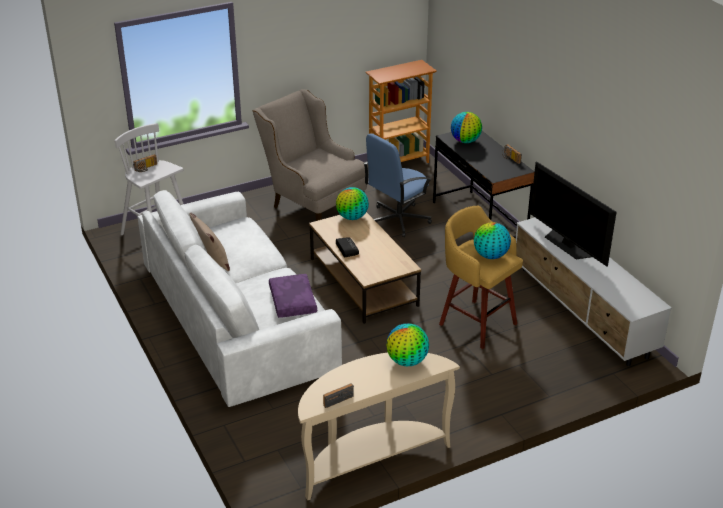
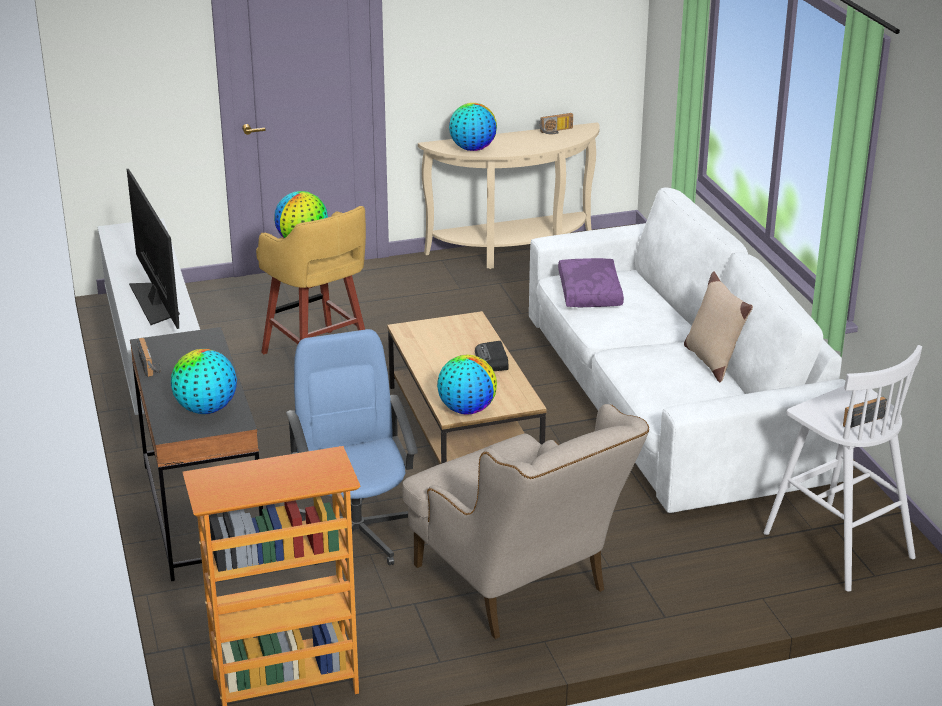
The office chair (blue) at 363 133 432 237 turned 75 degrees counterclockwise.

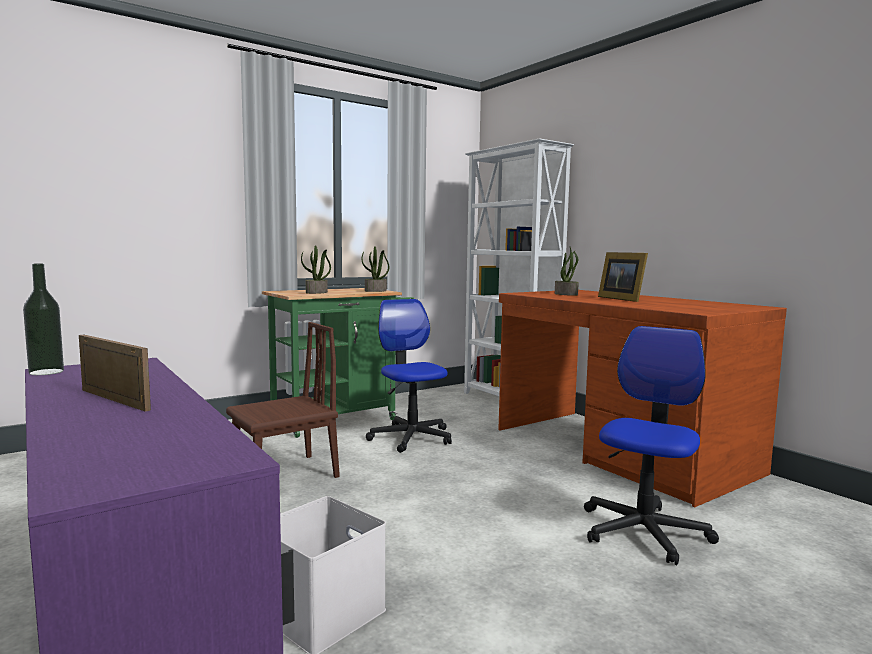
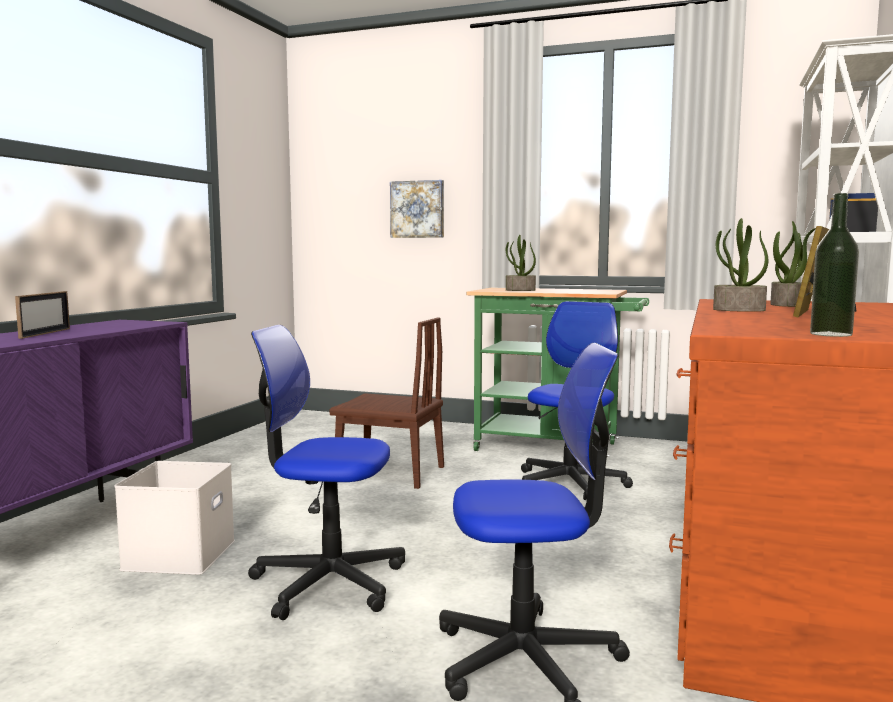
The office chair at 248 325 405 620 appeared.
The picture at 390 180 444 238 appeared.
The potted plant moved from 361 246 390 292 to 713 218 768 312.
The bottle moved from 23 264 64 375 to 810 193 859 337.

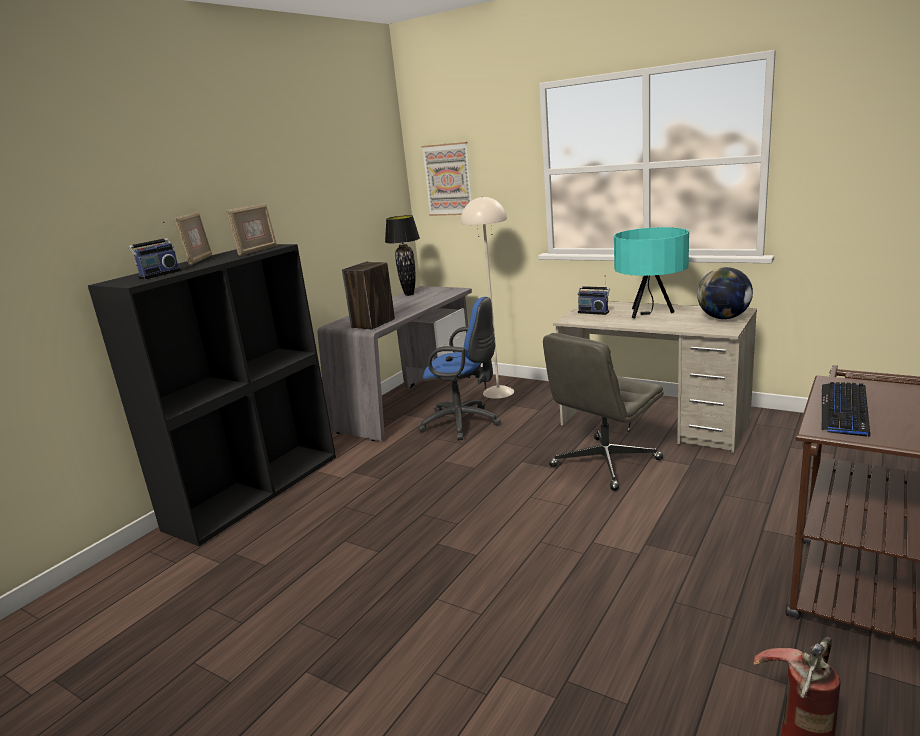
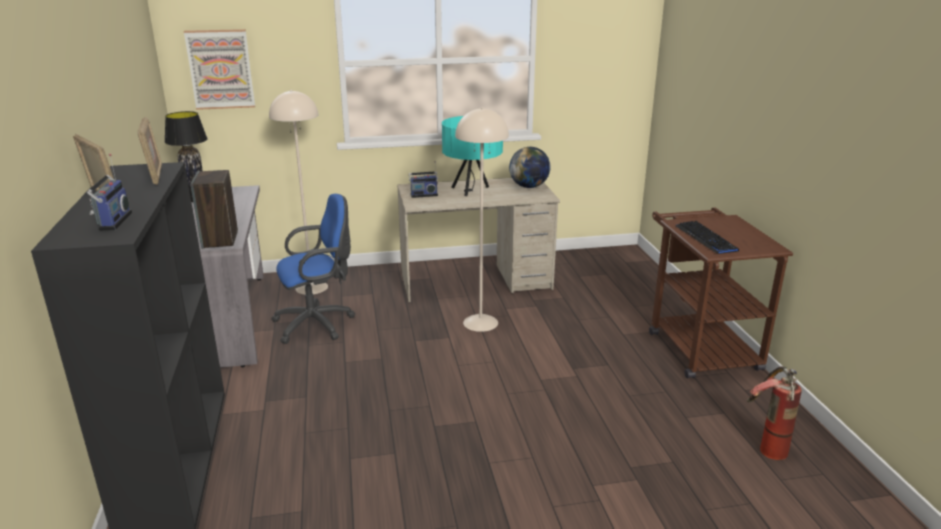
The office chair (grey) at 543 333 664 491 was replaced by the floor lamp (beige) at 455 107 509 332.

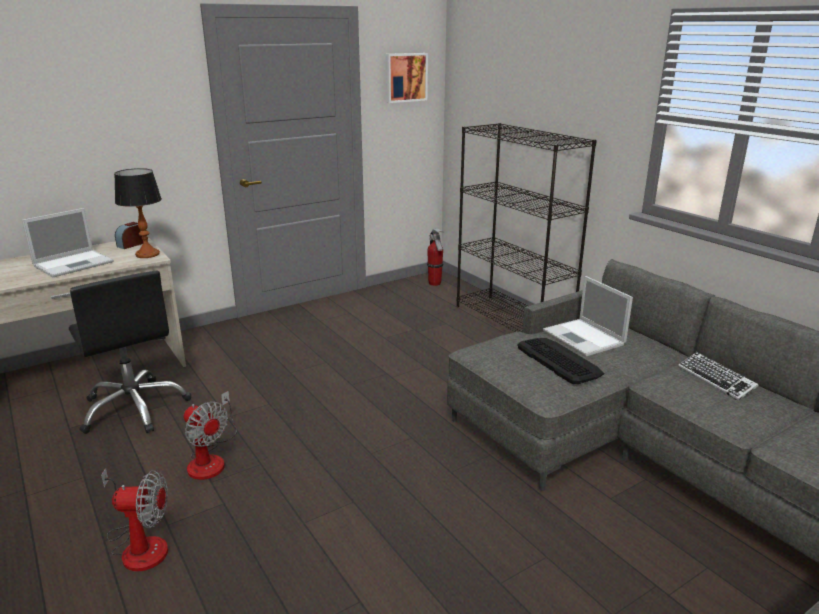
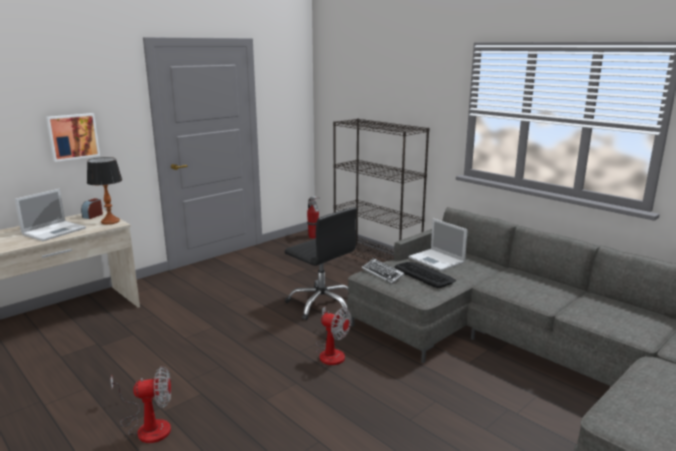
The picture moved from 386 53 428 103 to 46 113 100 162.
The office chair (black) moved from 69 271 191 434 to 285 207 357 320.
The fan moved from 183 391 237 480 to 316 306 352 365.
The keyboard moved from 678 352 758 400 to 362 258 404 284.

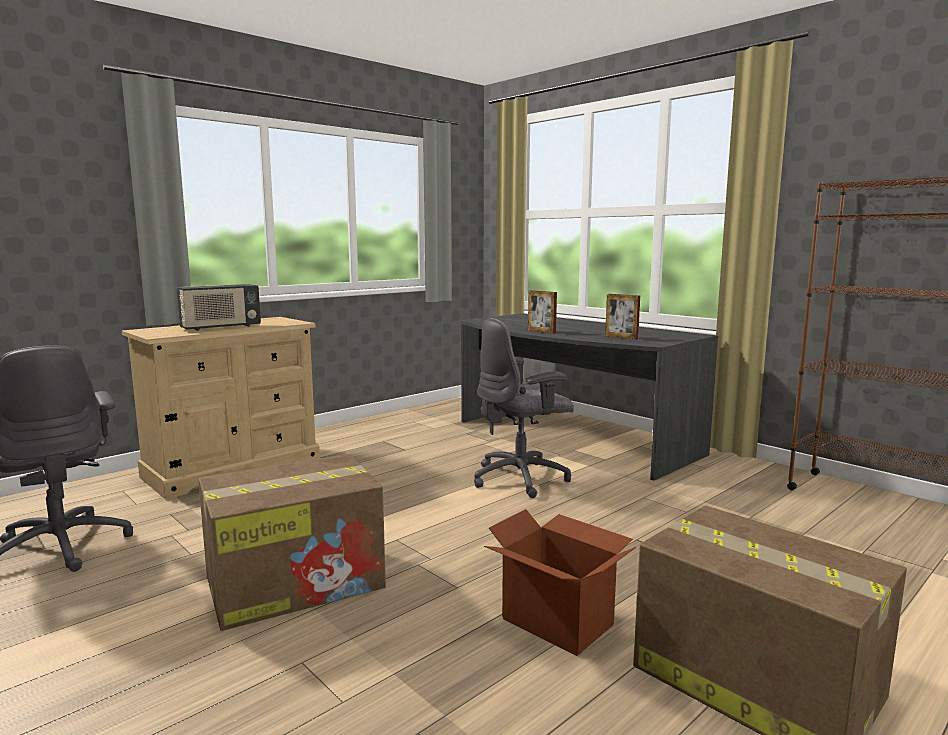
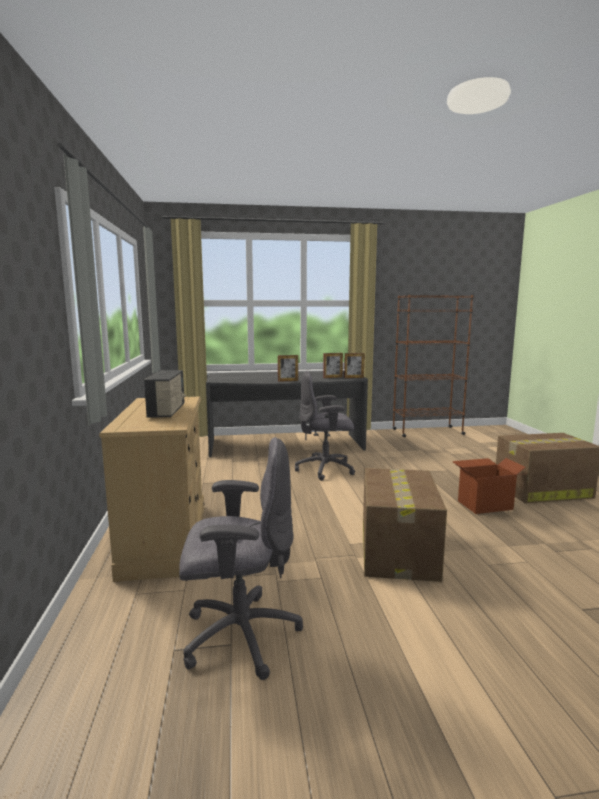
The office chair (grey) at 474 318 574 498 turned 75 degrees clockwise.
The picture frame at 344 353 365 378 appeared.

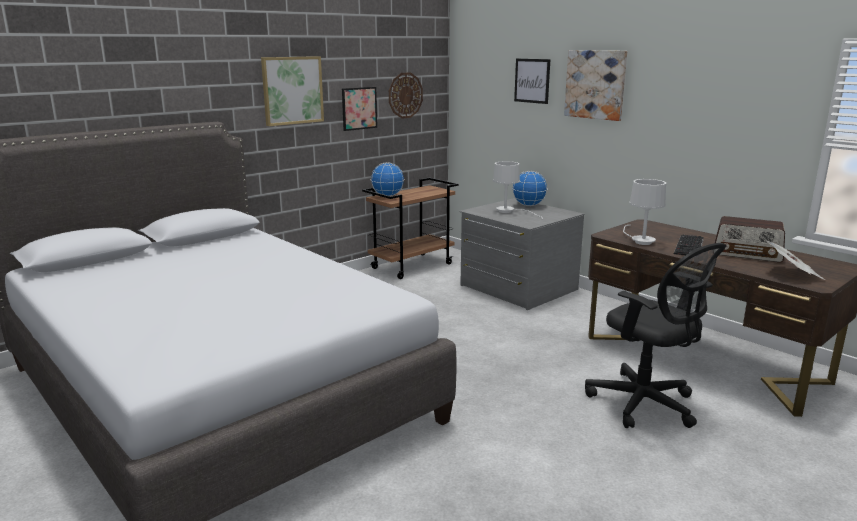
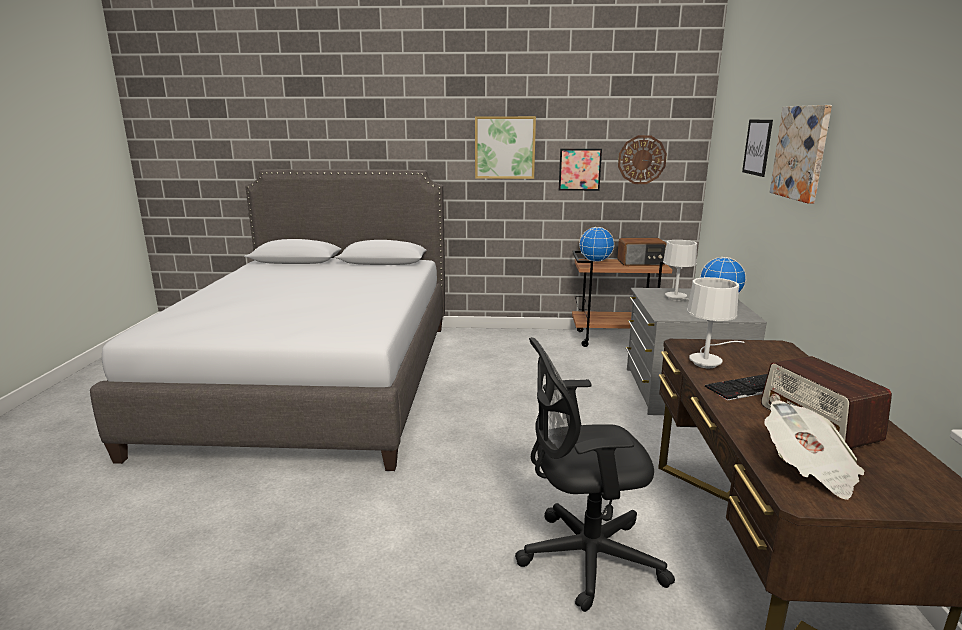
The office chair (black) at 585 243 726 428 turned 75 degrees clockwise.
The radio at 617 238 667 266 appeared.

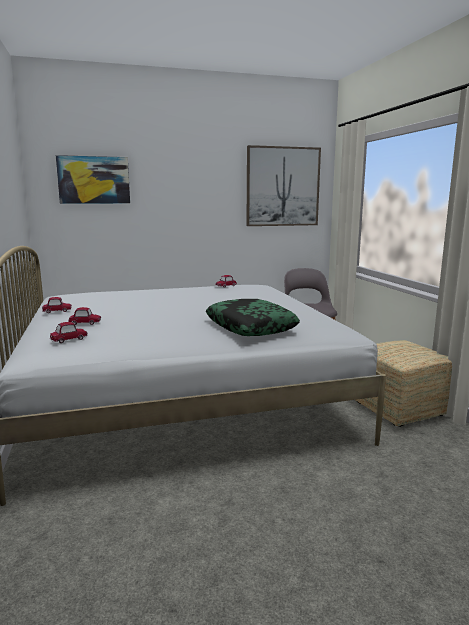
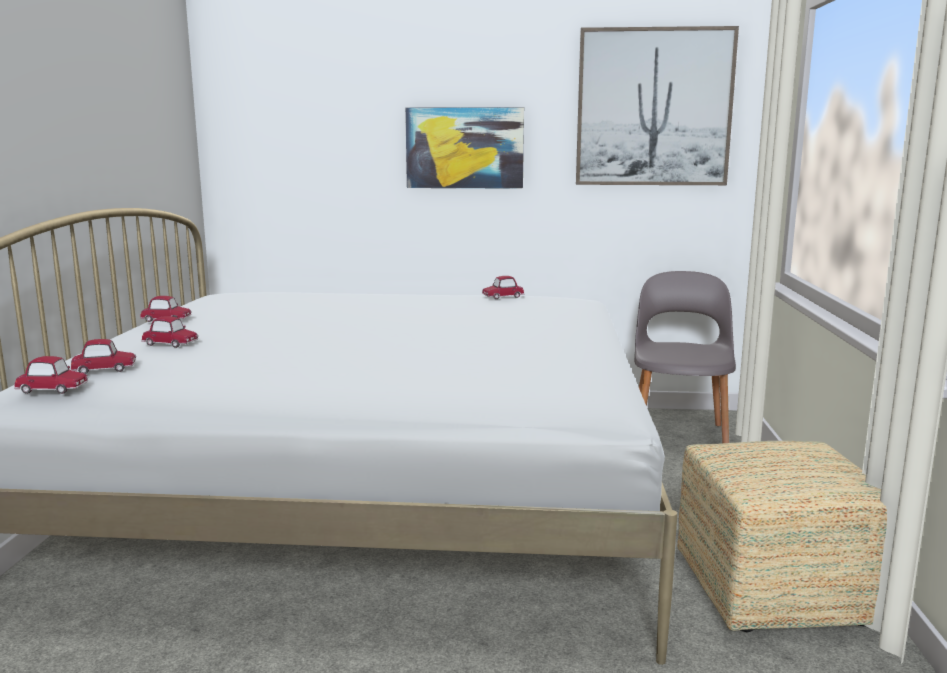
The toy car at 14 356 88 394 appeared.
The picture moved from 56 155 130 204 to 405 107 524 189.
The pillow at 206 299 300 336 disappeared.

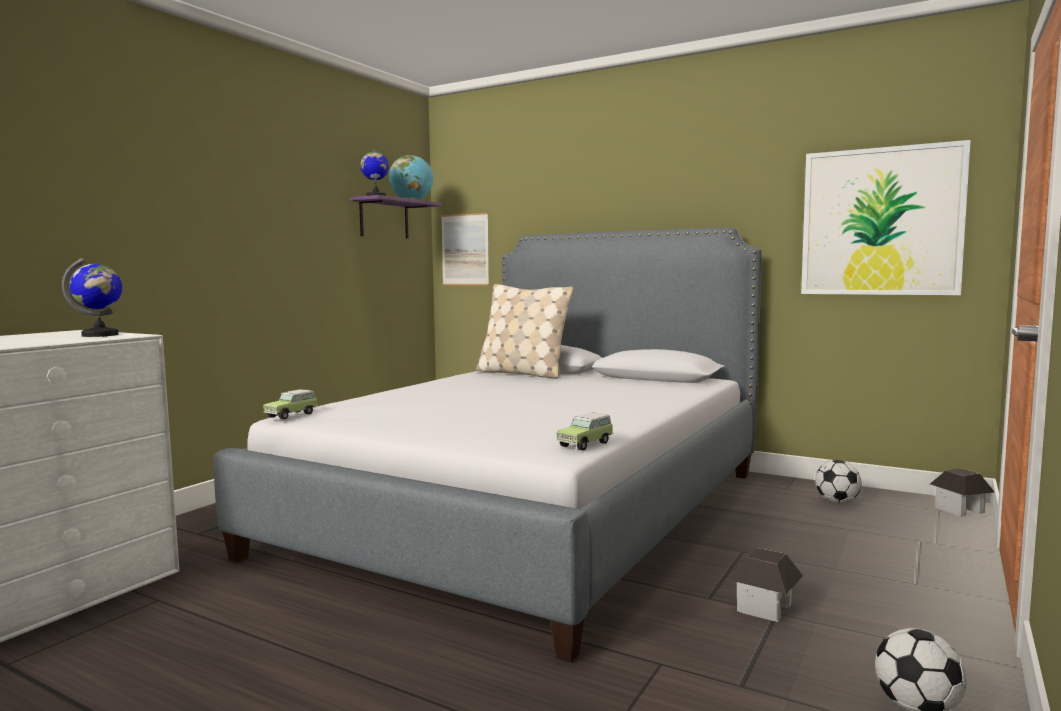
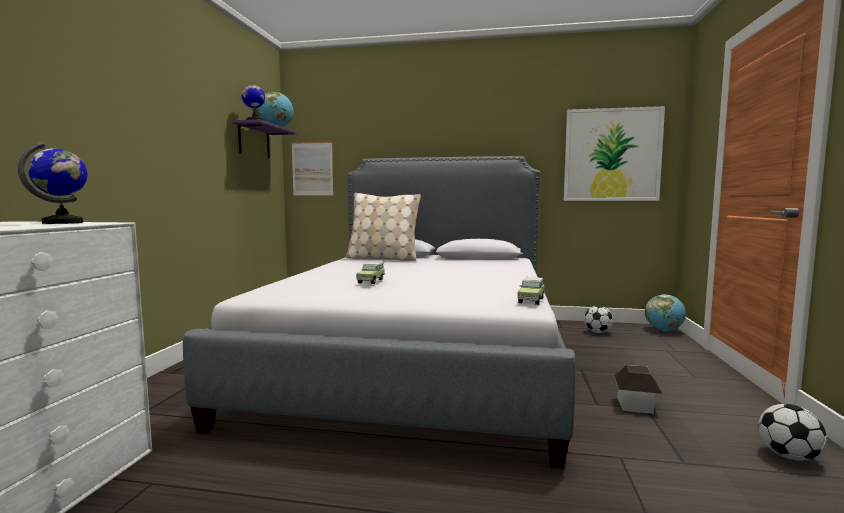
The toy car moved from 263 389 318 420 to 356 262 385 284.
The toy house at 930 468 994 517 was replaced by the globe at 645 294 686 331.

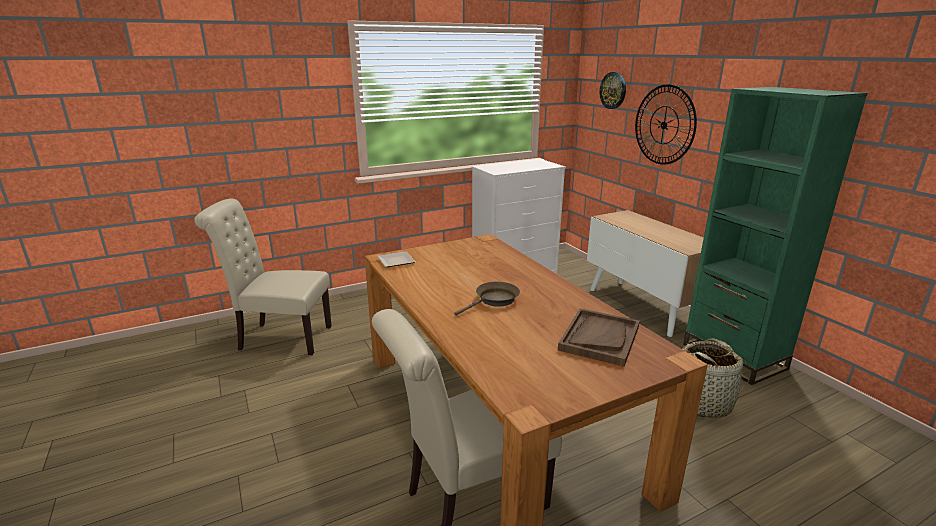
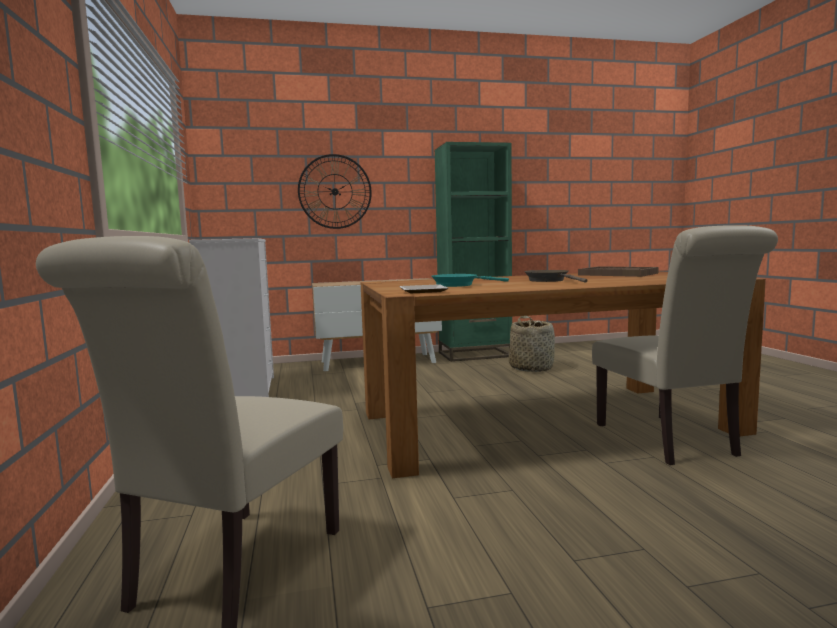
The frying pan (turquoise) at 431 274 509 287 appeared.
The wall clock at 600 72 626 109 disappeared.

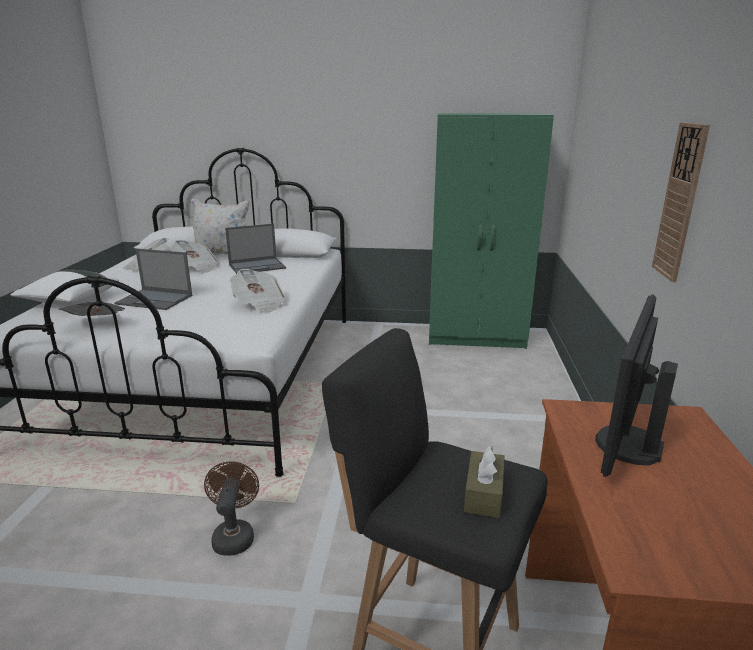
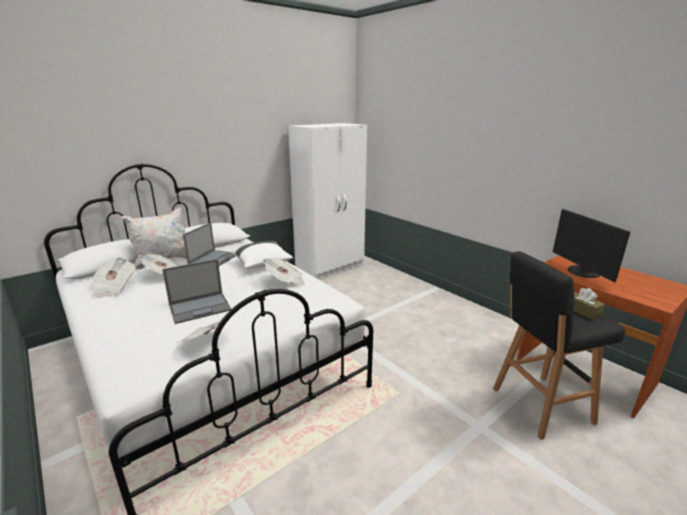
The pillow (white) moved from 11 270 119 305 to 231 241 294 268.
The wardrobe (green) at 429 113 554 349 became the wardrobe (white) at 288 123 367 279.
The fan (brown) at 204 461 259 556 disappeared.
The wall clock at 652 122 710 282 disappeared.

